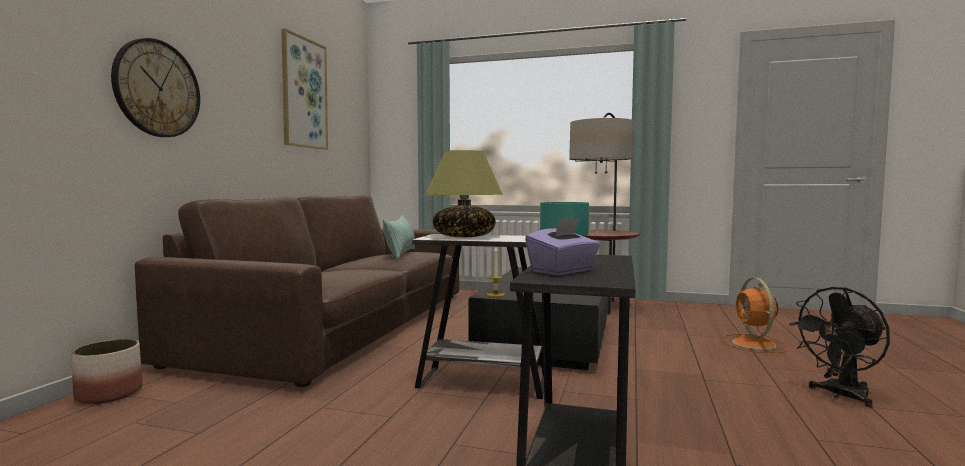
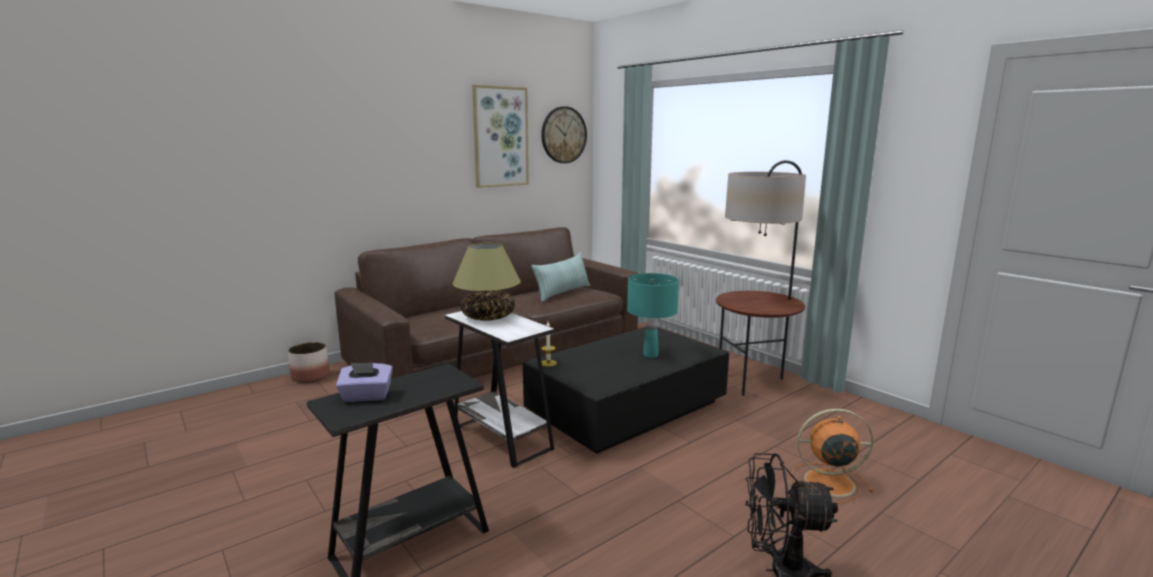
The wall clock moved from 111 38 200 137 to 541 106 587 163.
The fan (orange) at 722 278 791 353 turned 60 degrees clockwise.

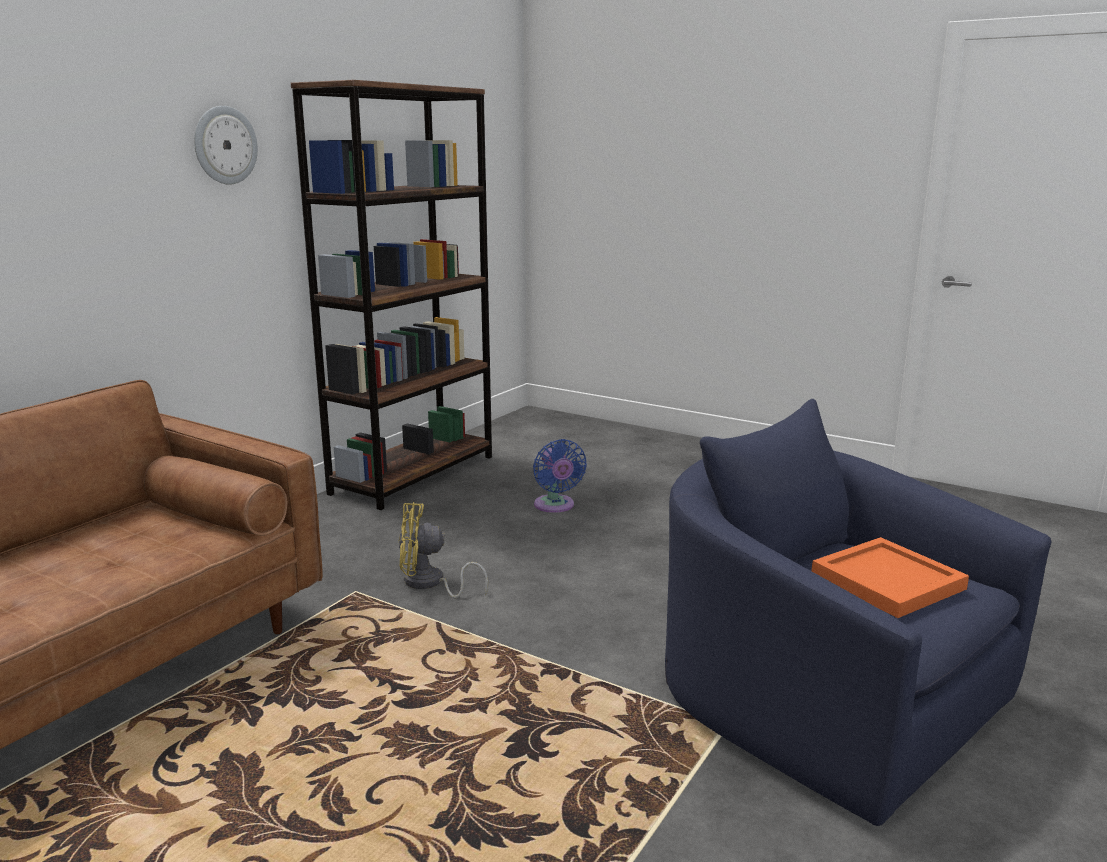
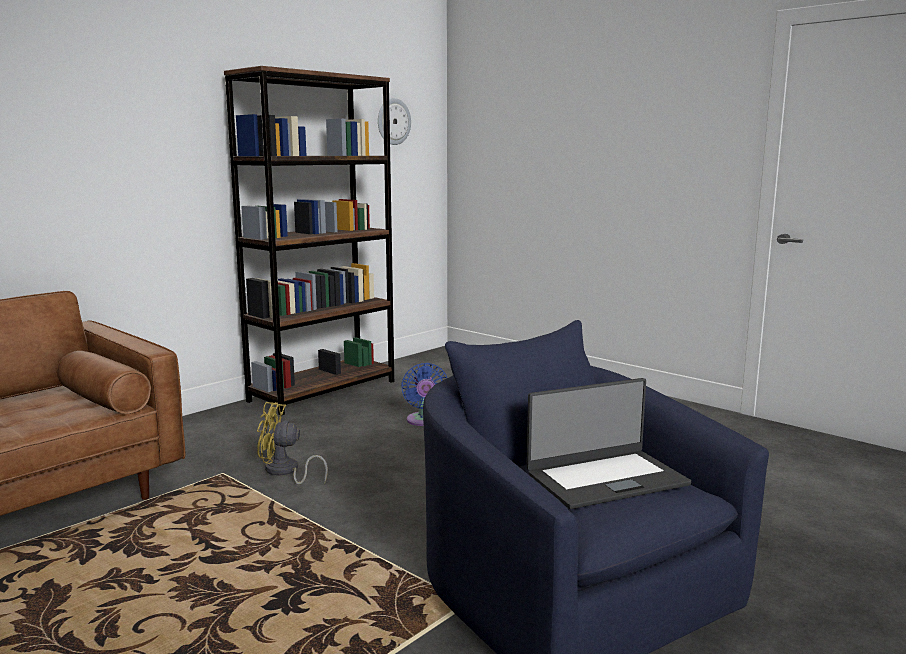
The wall clock moved from 194 106 258 185 to 378 98 411 145.
The tray (orange) at 812 537 969 618 was replaced by the laptop at 526 378 691 509.

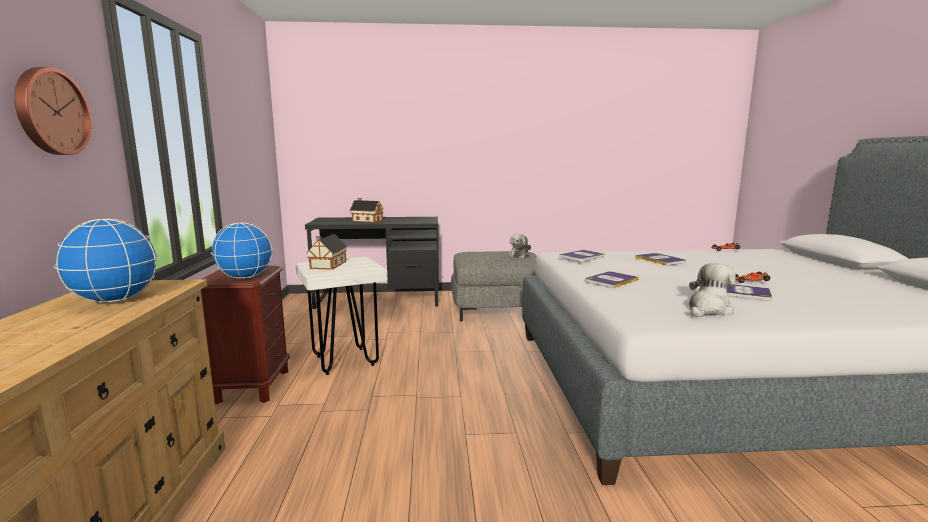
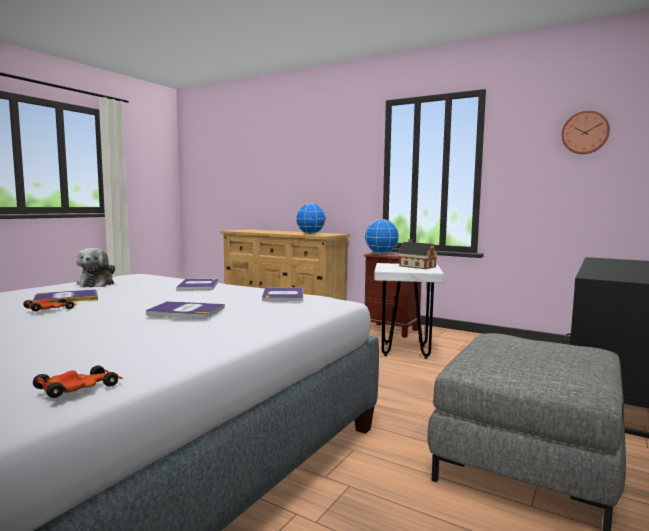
The wall clock moved from 14 67 92 155 to 561 111 610 154.
The toy house at 350 198 383 223 disappeared.
The plush toy at 508 234 531 258 disappeared.

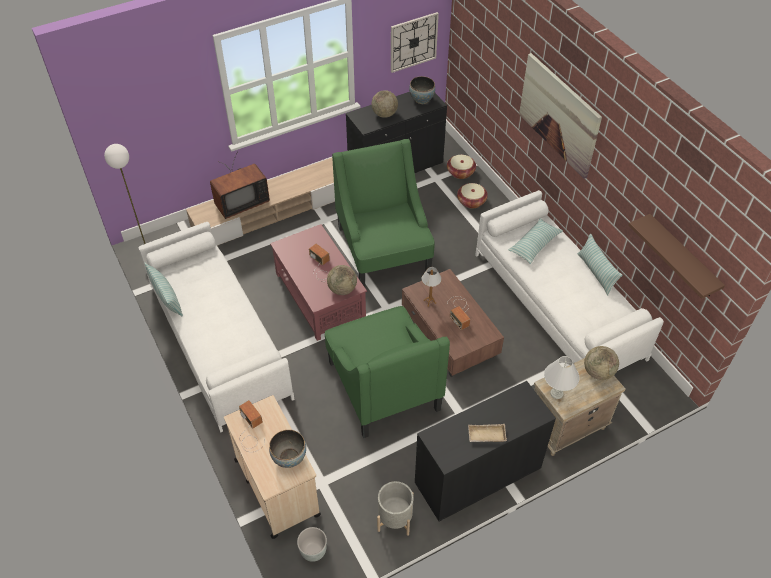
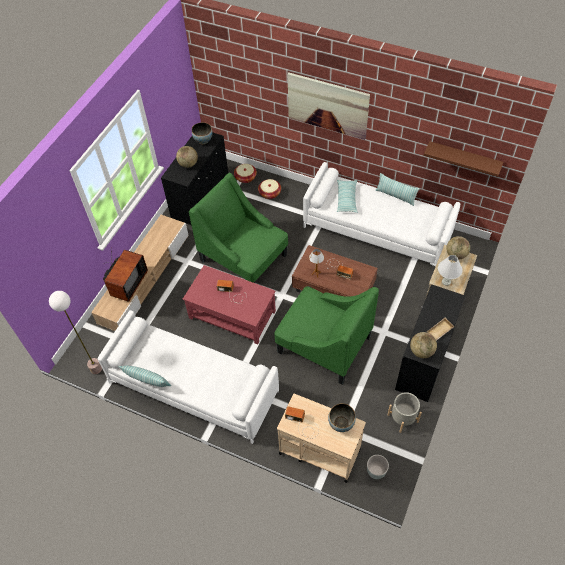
The globe moved from 327 265 357 295 to 410 332 437 358.
The wall clock at 391 12 439 73 disappeared.

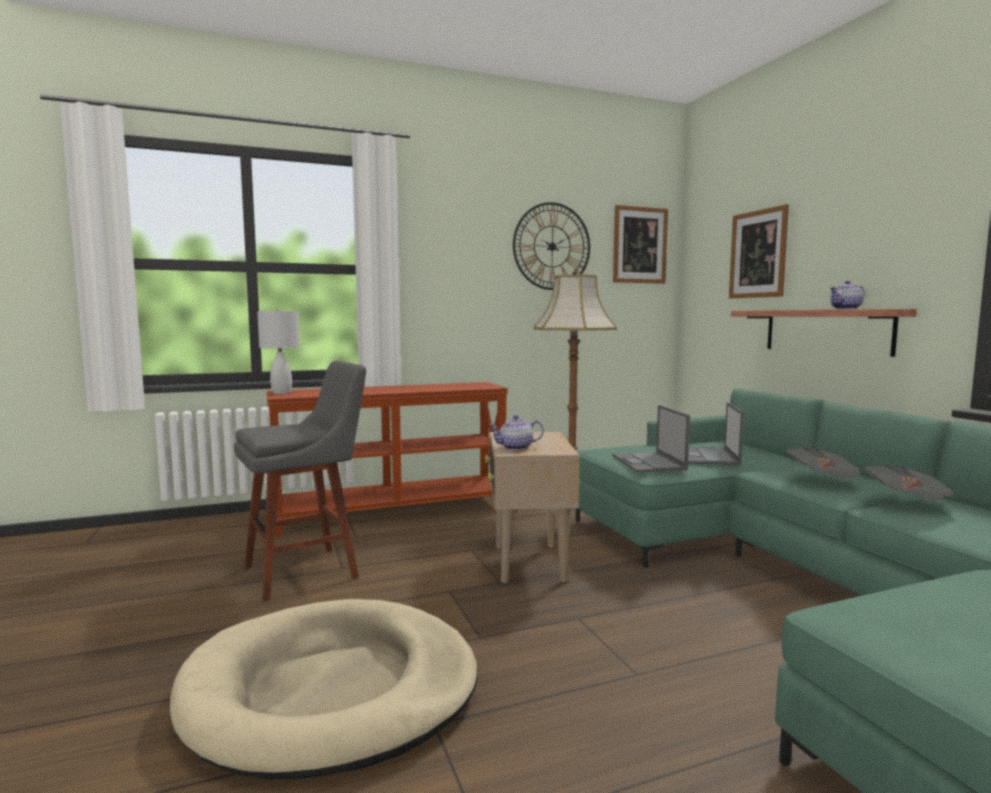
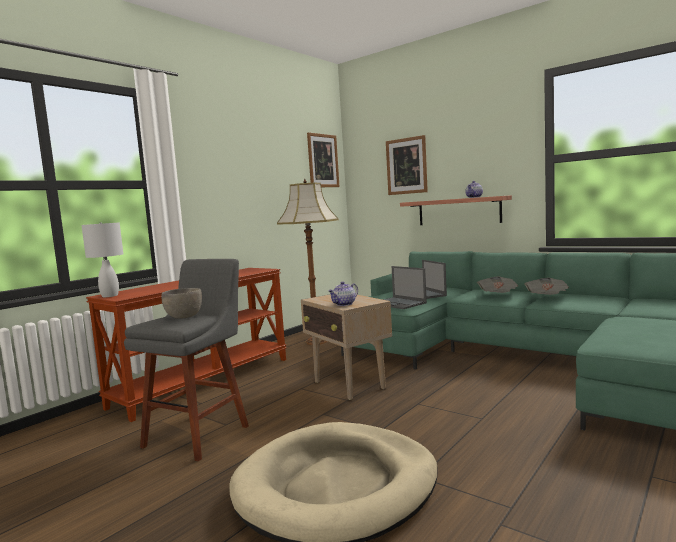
The bowl (grey) at 162 288 202 319 appeared.
The wall clock at 513 202 590 290 disappeared.

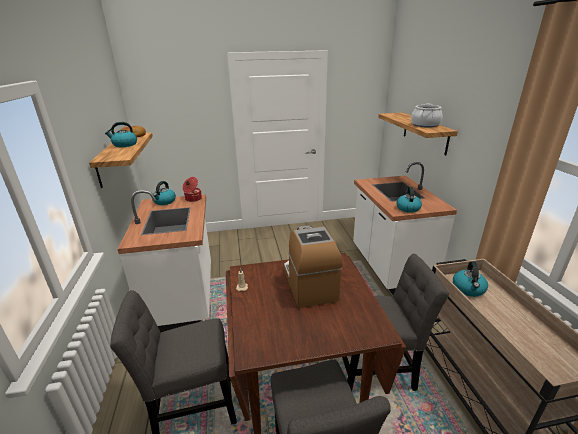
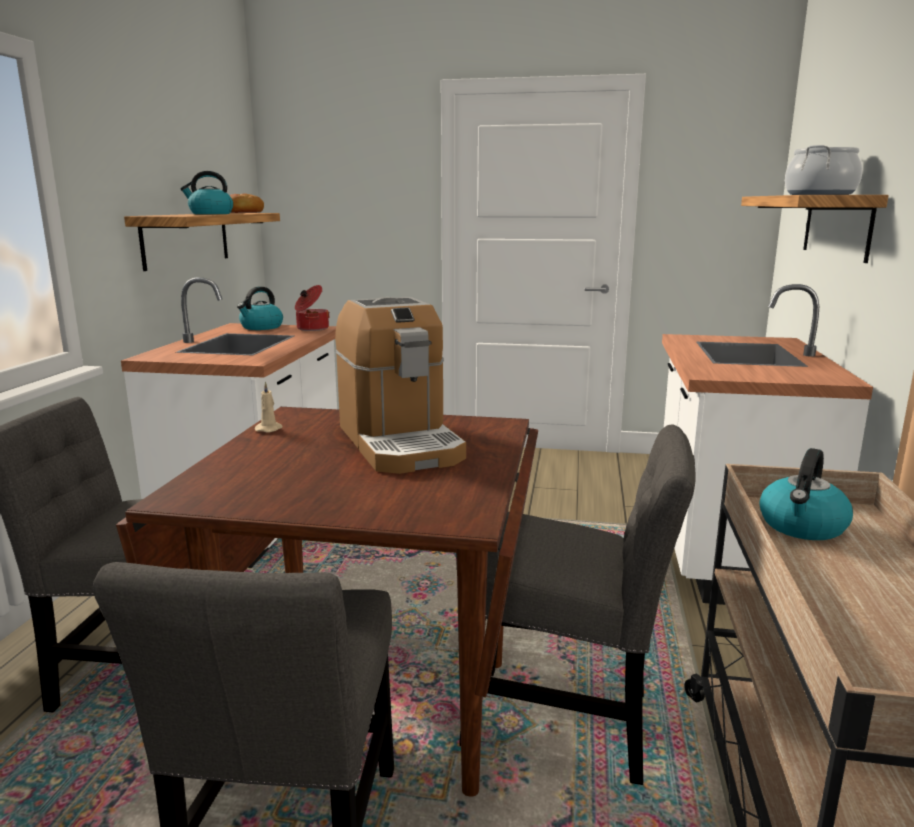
The coffee machine at 284 225 342 308 turned 150 degrees clockwise.
The kettle at 397 187 422 213 disappeared.

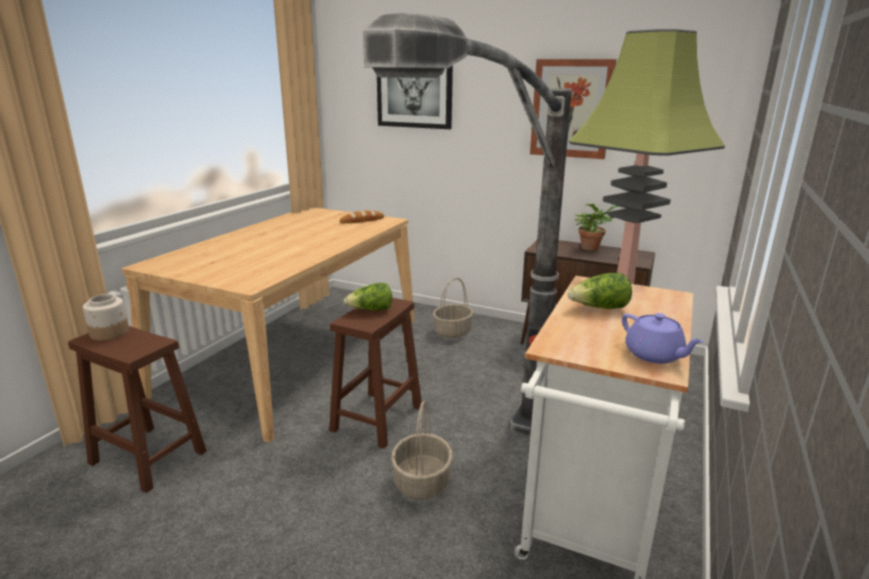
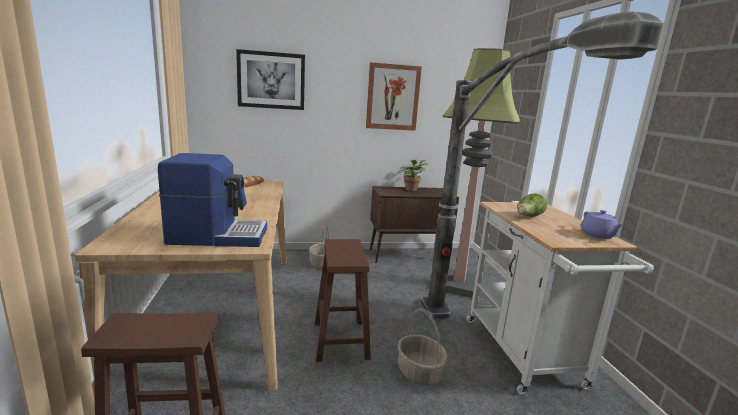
The coffee machine at 158 153 267 247 appeared.
The teapot (purple) at 622 313 704 364 turned 60 degrees clockwise.
The jar at 83 294 129 341 disappeared.
The lettuce at 344 283 392 311 disappeared.

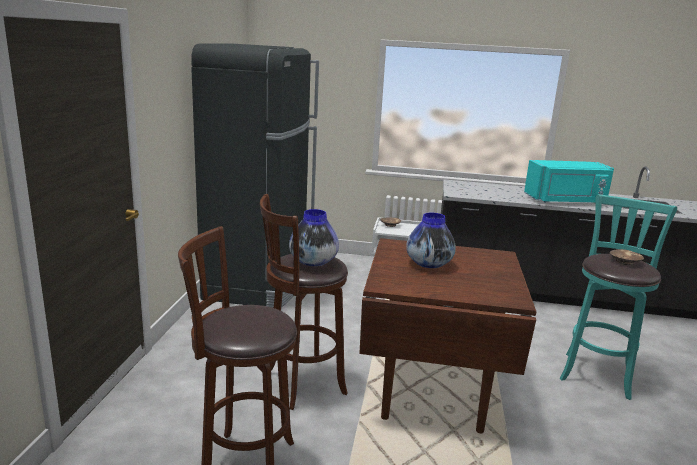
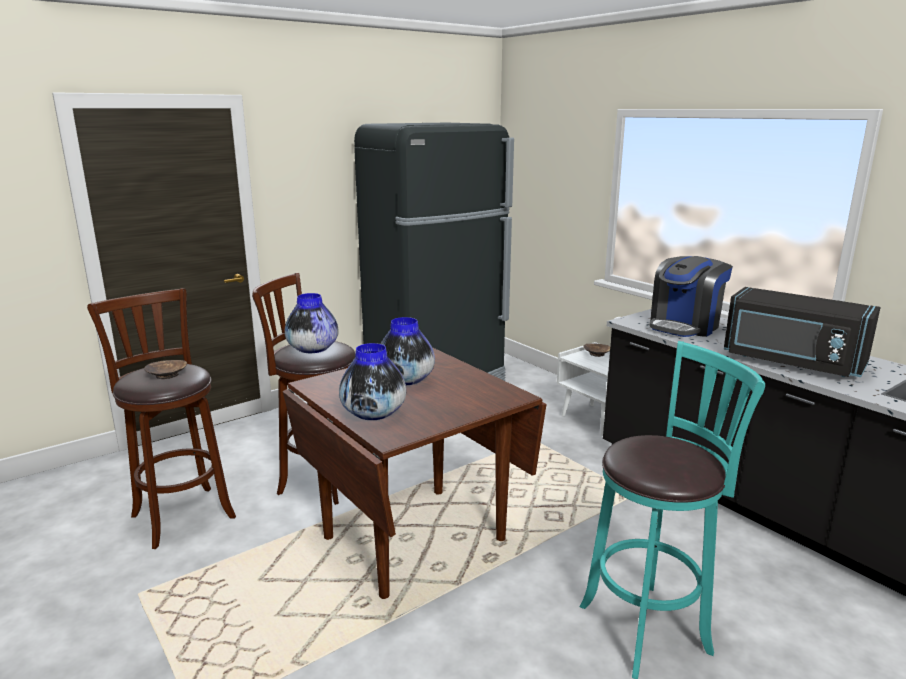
The bowl (brown) moved from 609 249 644 265 to 144 360 187 379.
The vase at 339 343 406 420 appeared.
The coffee machine at 650 256 733 337 appeared.
The microwave (turquoise) at 524 160 614 204 became the microwave (black) at 724 287 881 377.

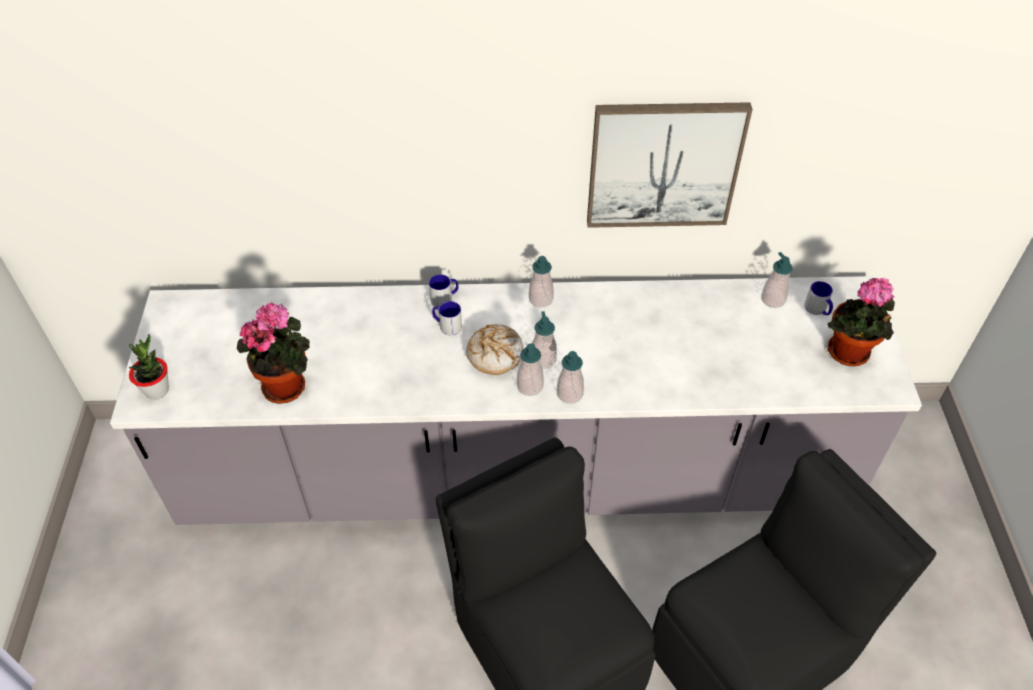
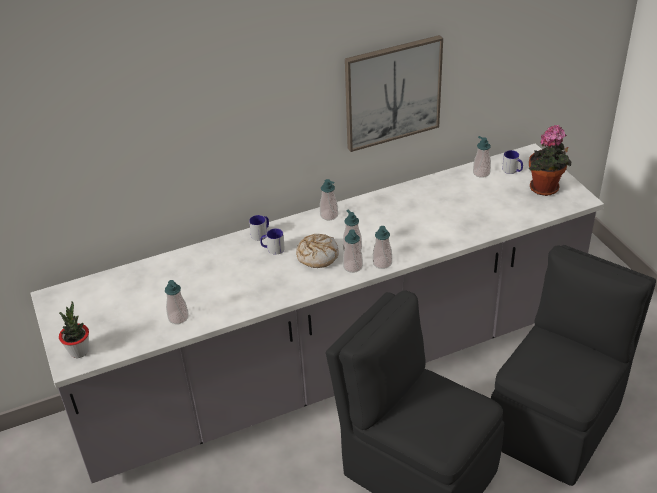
The potted plant at 237 302 310 404 was replaced by the soap dispenser at 165 280 189 324.

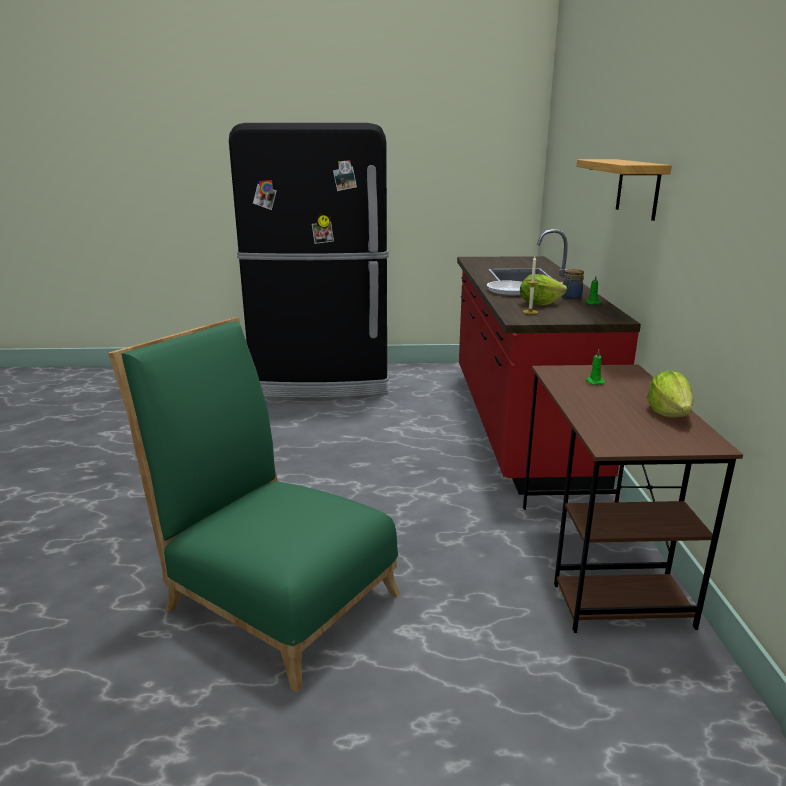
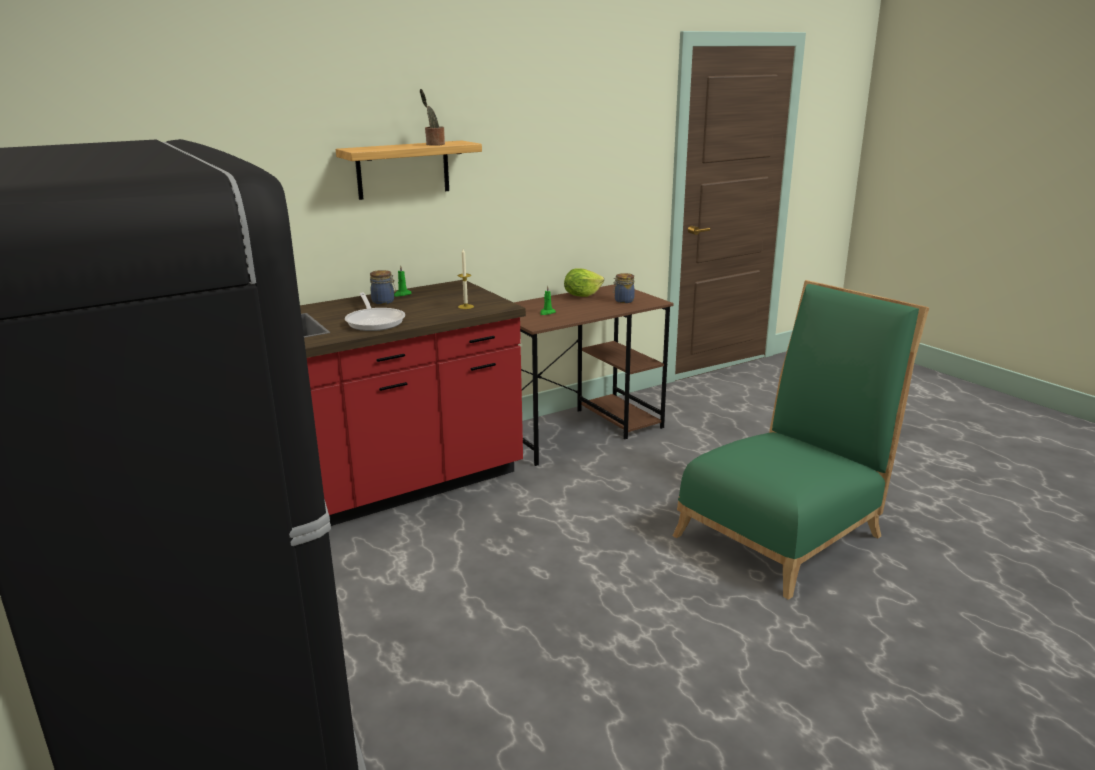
The potted plant at 420 89 445 146 appeared.
The jar at 613 273 635 303 appeared.
The chair (green) at 108 317 400 692 turned 135 degrees counterclockwise.
The lettuce at 520 274 567 306 disappeared.

